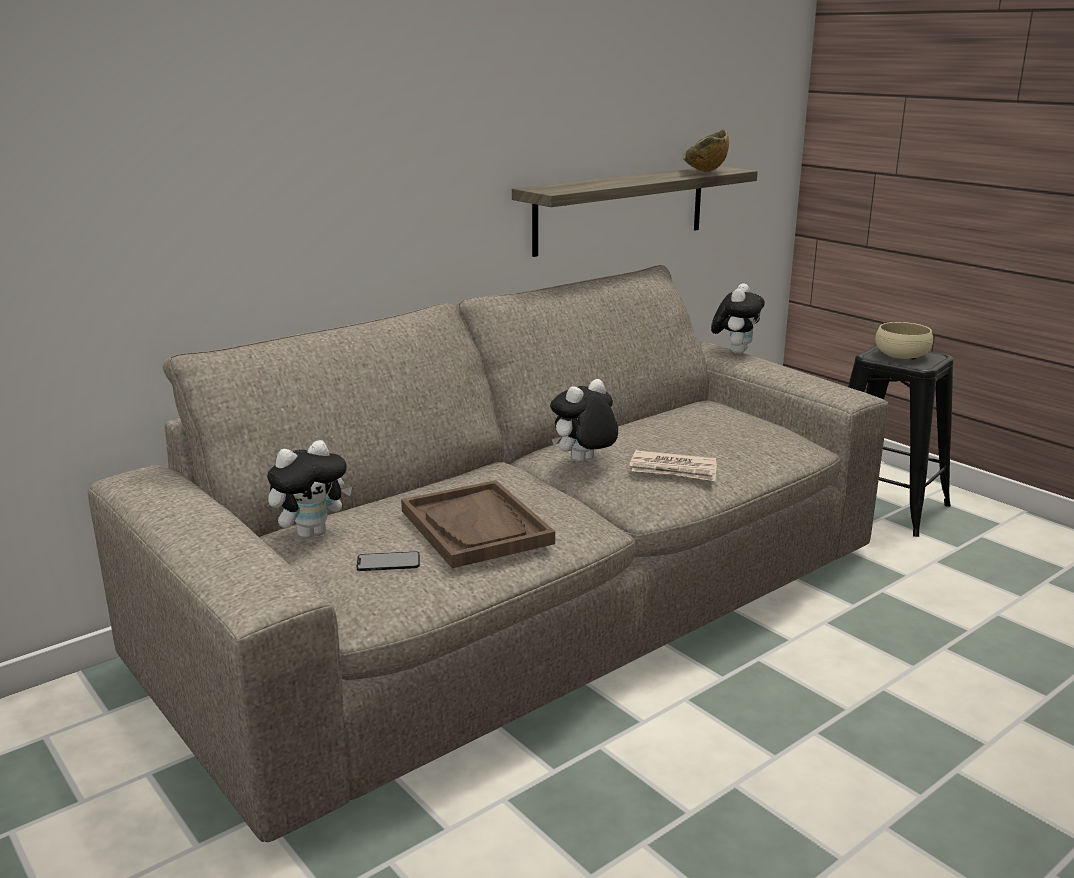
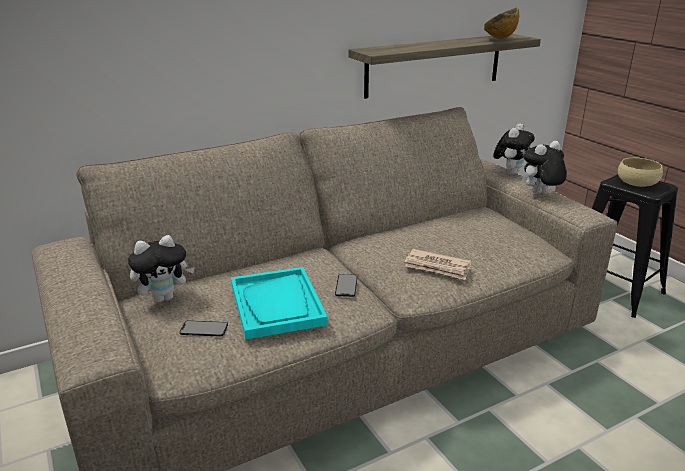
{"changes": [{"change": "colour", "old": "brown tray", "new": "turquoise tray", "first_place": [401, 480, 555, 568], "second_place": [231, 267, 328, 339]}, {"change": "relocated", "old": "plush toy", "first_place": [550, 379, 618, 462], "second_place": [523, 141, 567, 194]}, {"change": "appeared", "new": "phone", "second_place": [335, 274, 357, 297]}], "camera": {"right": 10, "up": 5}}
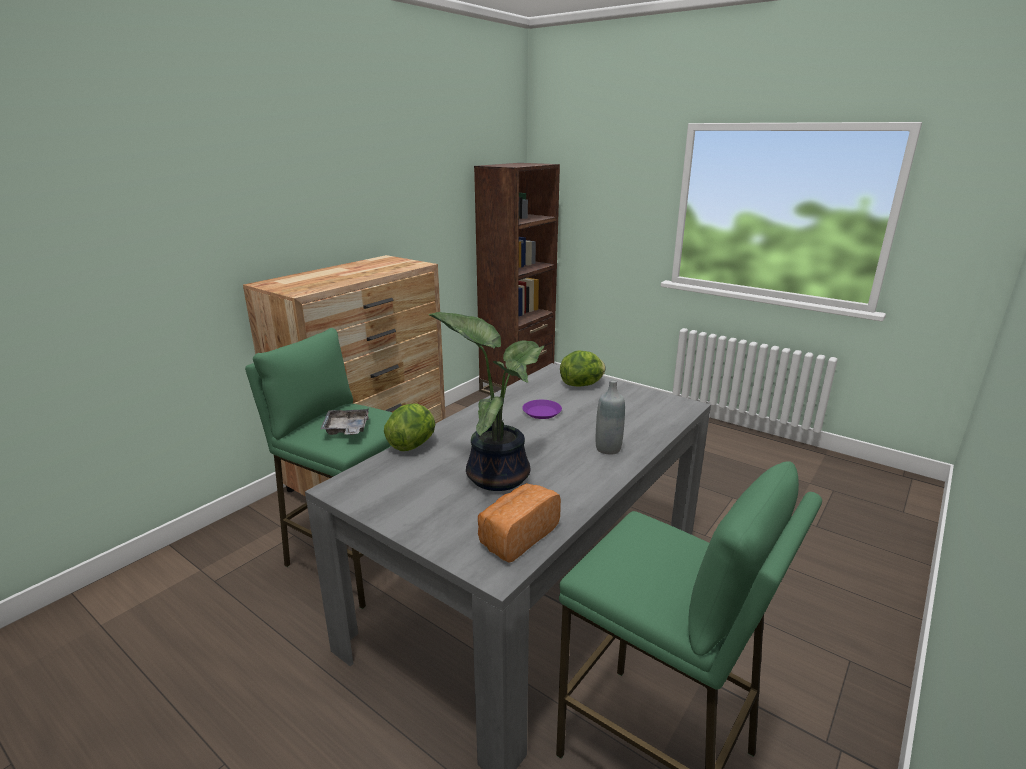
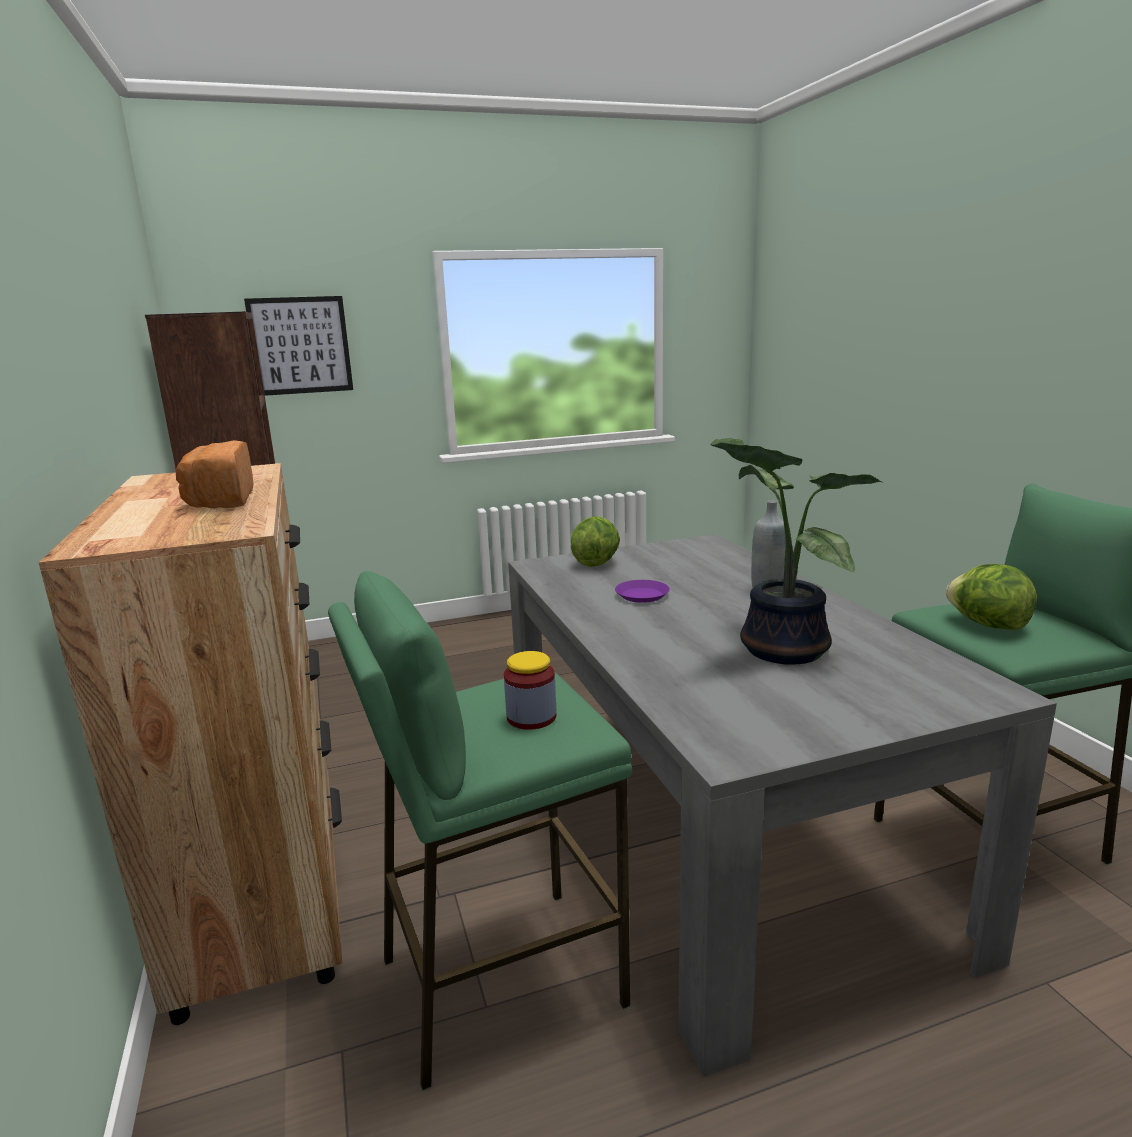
{"changes": [{"change": "exchanged", "old": "grey tray", "new": "jar", "first_place": [320, 406, 369, 435], "second_place": [504, 651, 556, 730]}, {"change": "relocated", "old": "lettuce", "first_place": [384, 403, 435, 451], "second_place": [946, 564, 1037, 630]}, {"change": "relocated", "old": "bread", "first_place": [478, 483, 561, 563], "second_place": [176, 440, 254, 509]}, {"change": "appeared", "new": "picture", "second_place": [244, 296, 353, 396]}], "camera": {"right": -55, "up": -5}}
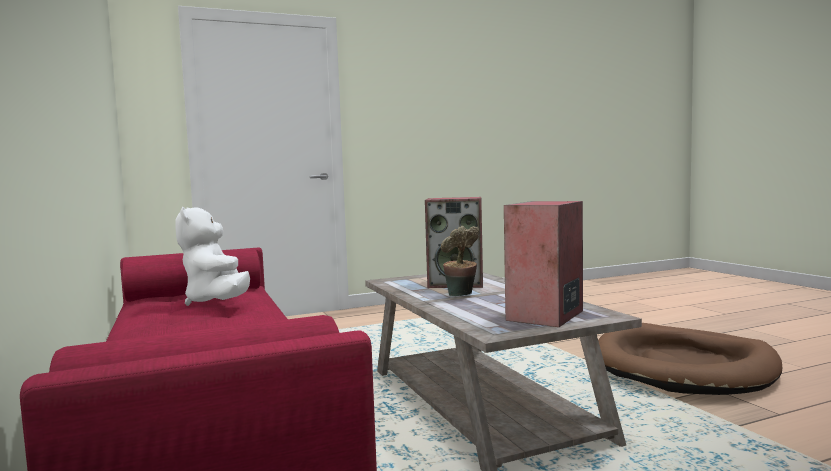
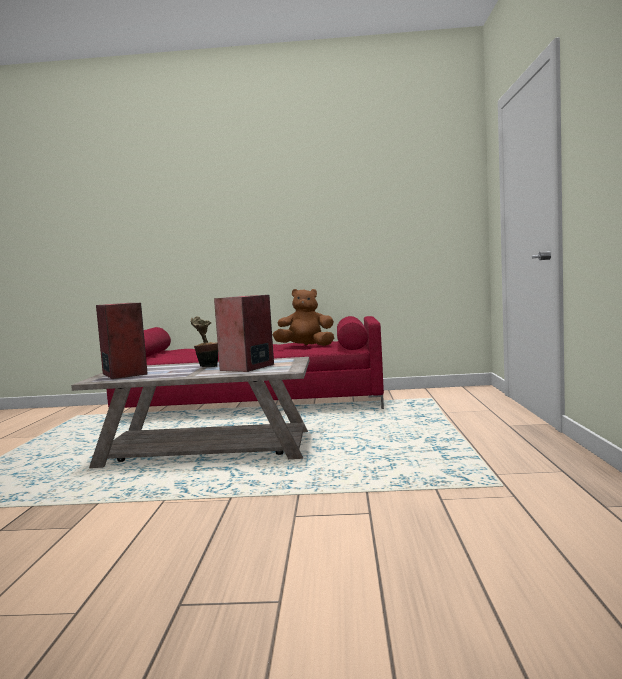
{"changes": [{"change": "colour", "old": "white plush toy", "new": "brown plush toy", "first_place": [175, 207, 250, 306], "second_place": [272, 289, 334, 346]}, {"change": "missing", "old": "brown dog bed", "first_place": [598, 323, 782, 395]}], "camera": {"right": 115, "up": 0}}
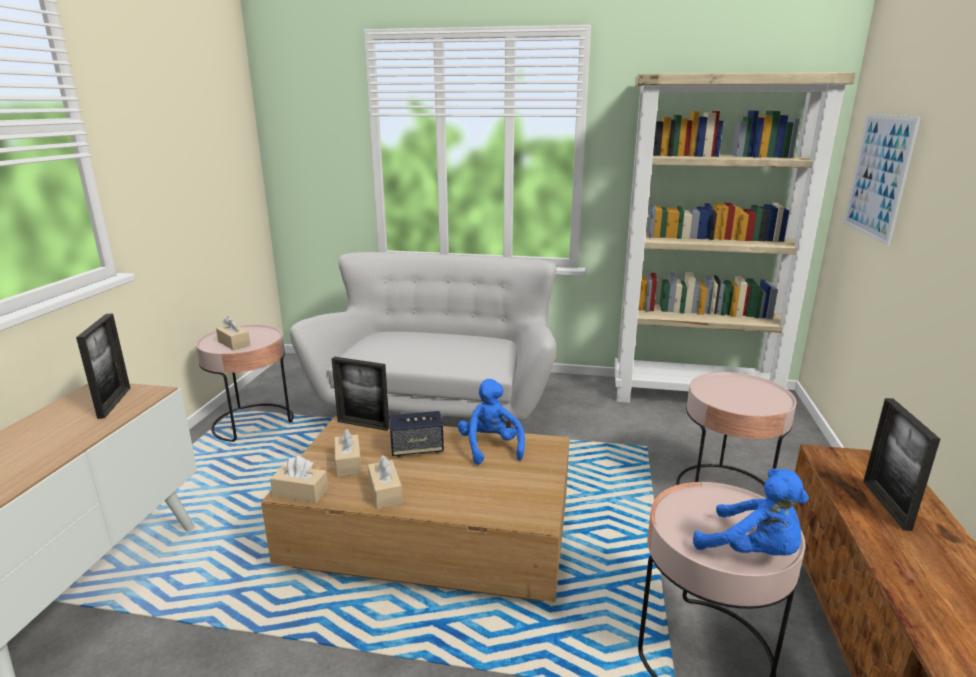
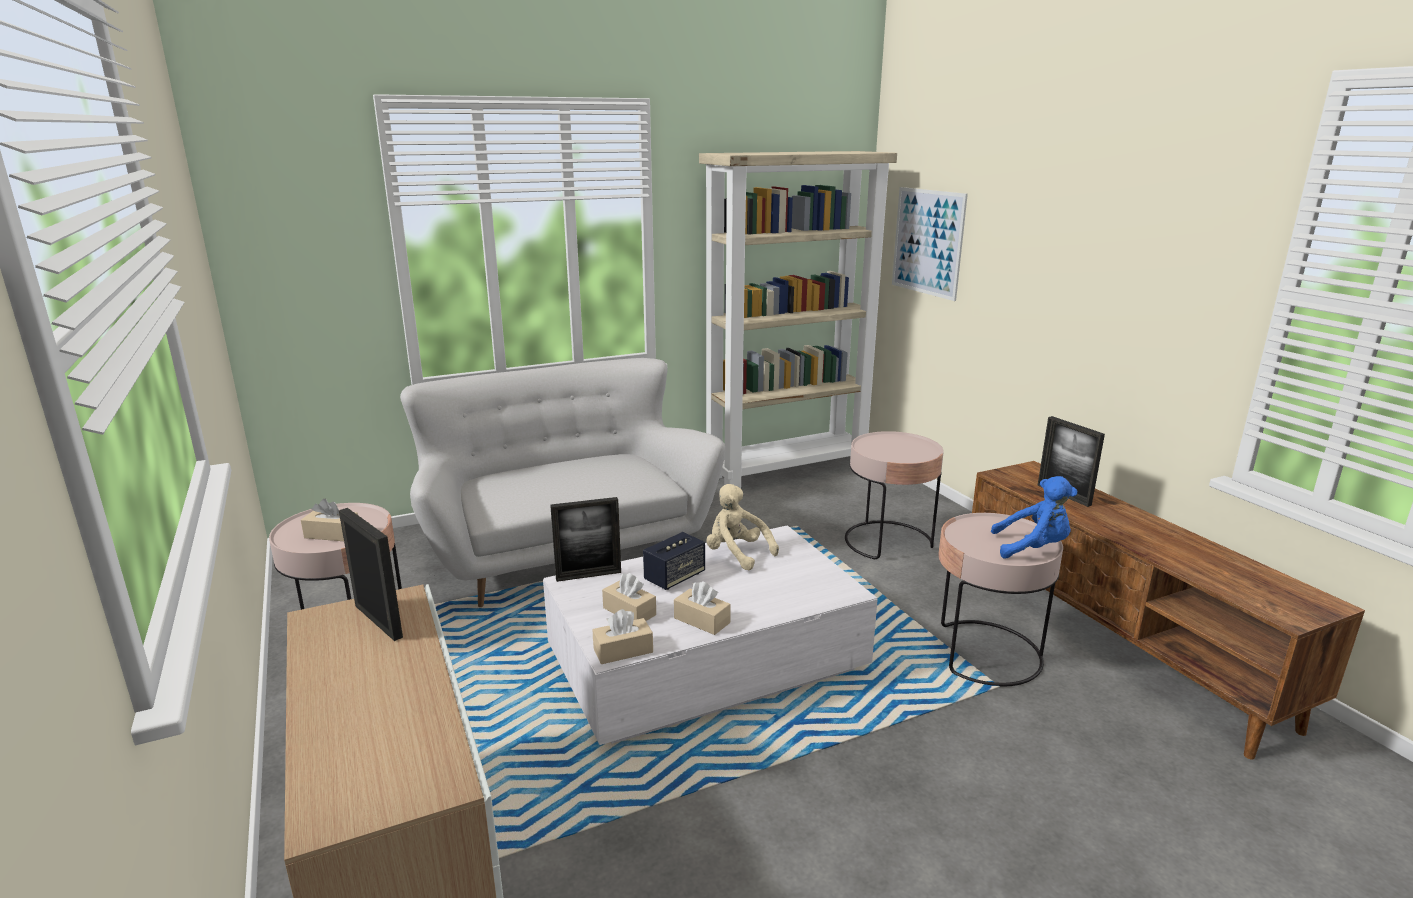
{"changes": [{"change": "colour", "old": "brown coffee table", "new": "white coffee table", "first_place": [261, 416, 569, 602], "second_place": [543, 525, 878, 745]}, {"change": "colour", "old": "blue plush toy", "new": "beige plush toy", "first_place": [458, 379, 525, 465], "second_place": [706, 484, 779, 570]}], "camera": {"right": -35, "up": 0}}
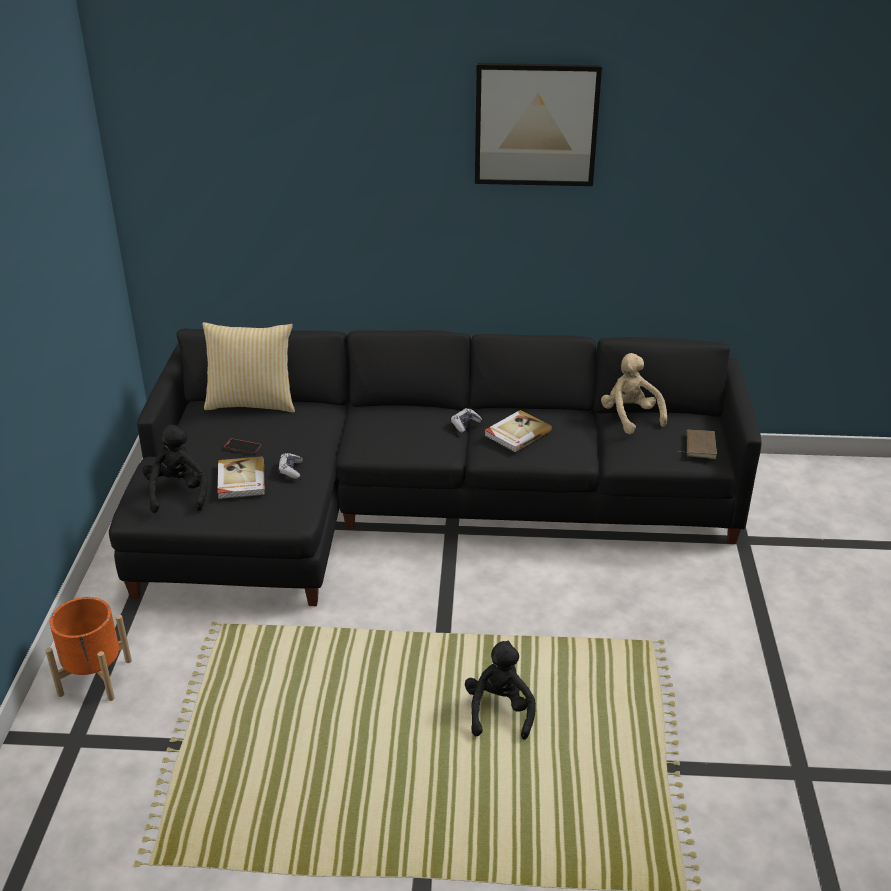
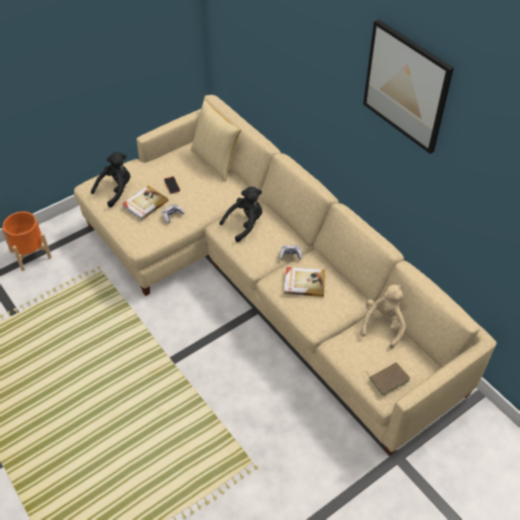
{"changes": [{"change": "colour", "old": "black sofa", "new": "beige sofa", "first_place": [109, 328, 762, 606], "second_place": [74, 95, 497, 456]}, {"change": "relocated", "old": "black plush toy", "first_place": [465, 641, 536, 740], "second_place": [220, 187, 262, 242]}], "camera": {"right": 50, "up": 15}}
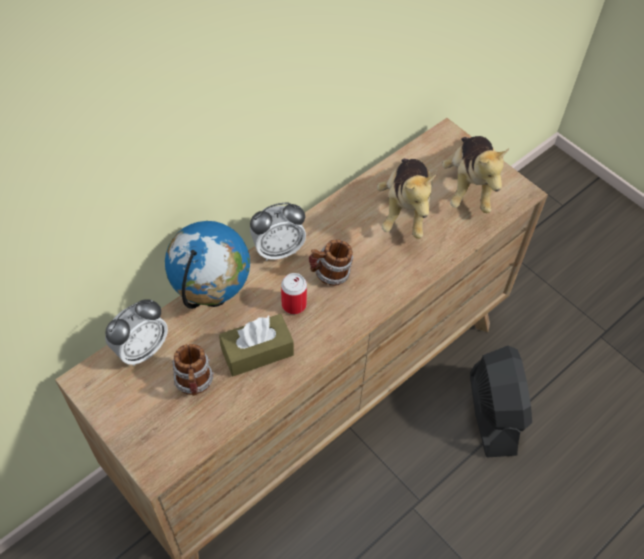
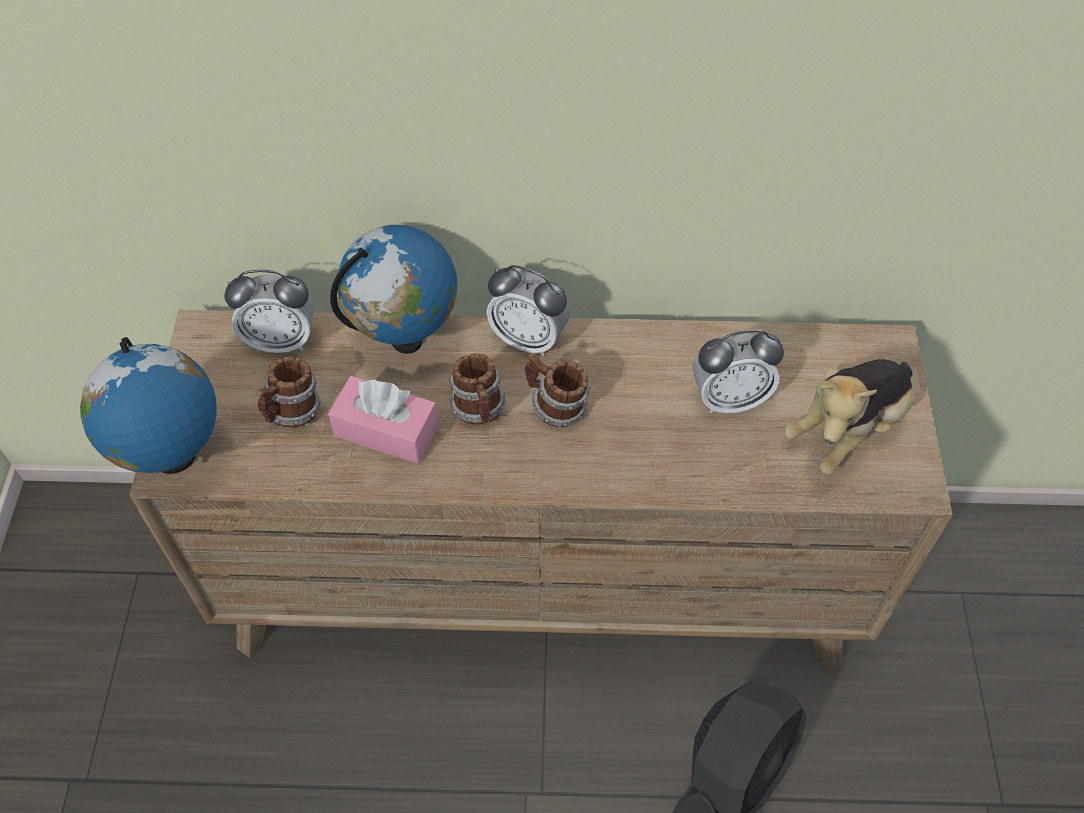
{"changes": [{"change": "colour", "old": "brown tissue box", "new": "pink tissue box", "first_place": [219, 314, 294, 376], "second_place": [328, 376, 439, 464]}, {"change": "exchanged", "old": "can", "new": "mug", "first_place": [281, 273, 307, 314], "second_place": [449, 353, 505, 425]}, {"change": "exchanged", "old": "plush toy", "new": "alarm clock", "first_place": [377, 159, 436, 239], "second_place": [693, 330, 784, 414]}, {"change": "appeared", "new": "globe", "second_place": [80, 337, 217, 474]}], "camera": {"right": 45, "up": 0}}
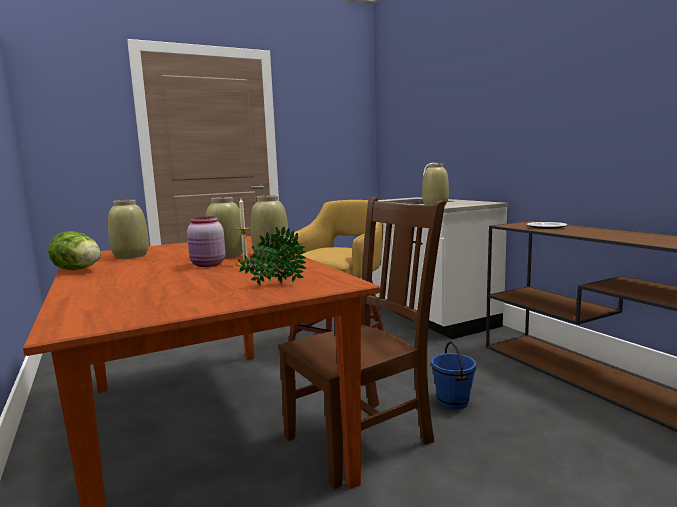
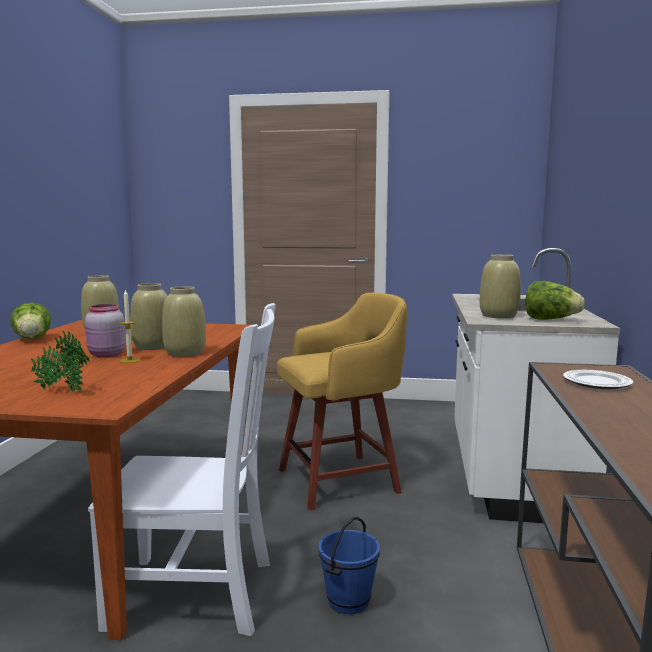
{"changes": [{"change": "colour", "old": "brown chair", "new": "white chair", "first_place": [278, 197, 445, 489], "second_place": [88, 303, 276, 636]}, {"change": "appeared", "new": "lettuce", "second_place": [525, 281, 585, 320]}], "camera": {"right": 35, "up": 0}}
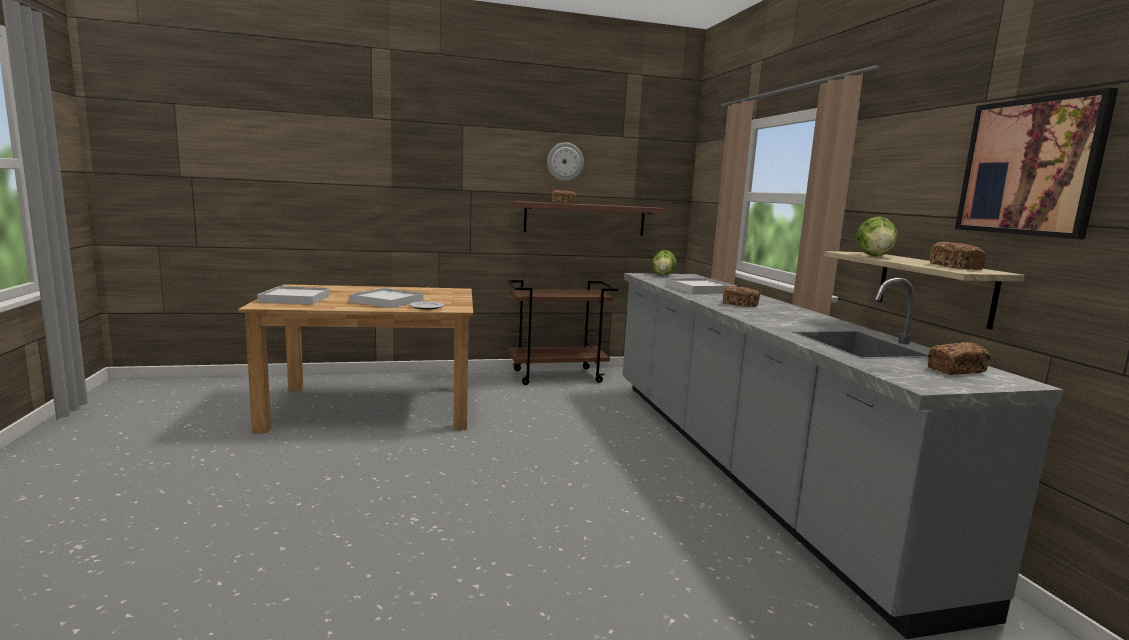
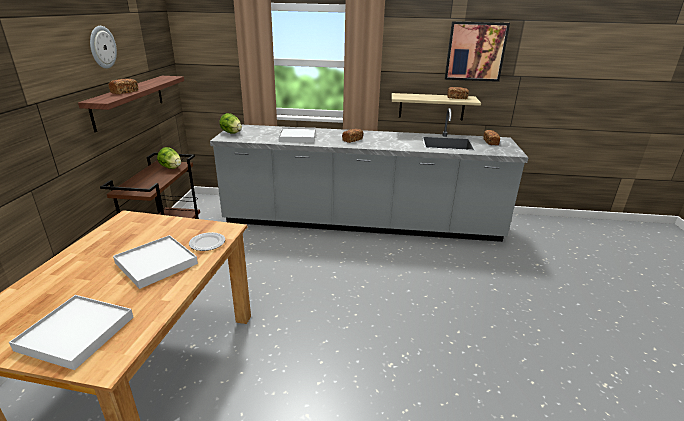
{"changes": [{"change": "relocated", "old": "lettuce", "first_place": [856, 216, 898, 257], "second_place": [157, 147, 181, 169]}], "camera": {"right": -70, "up": 15}}
